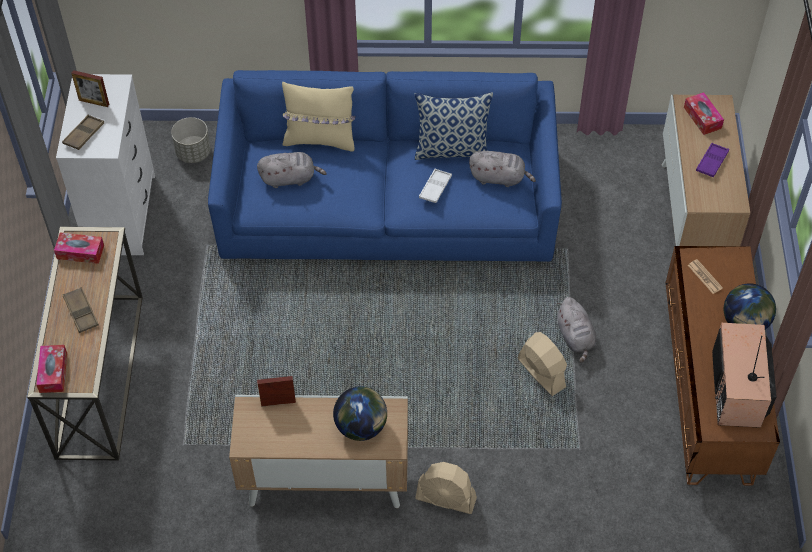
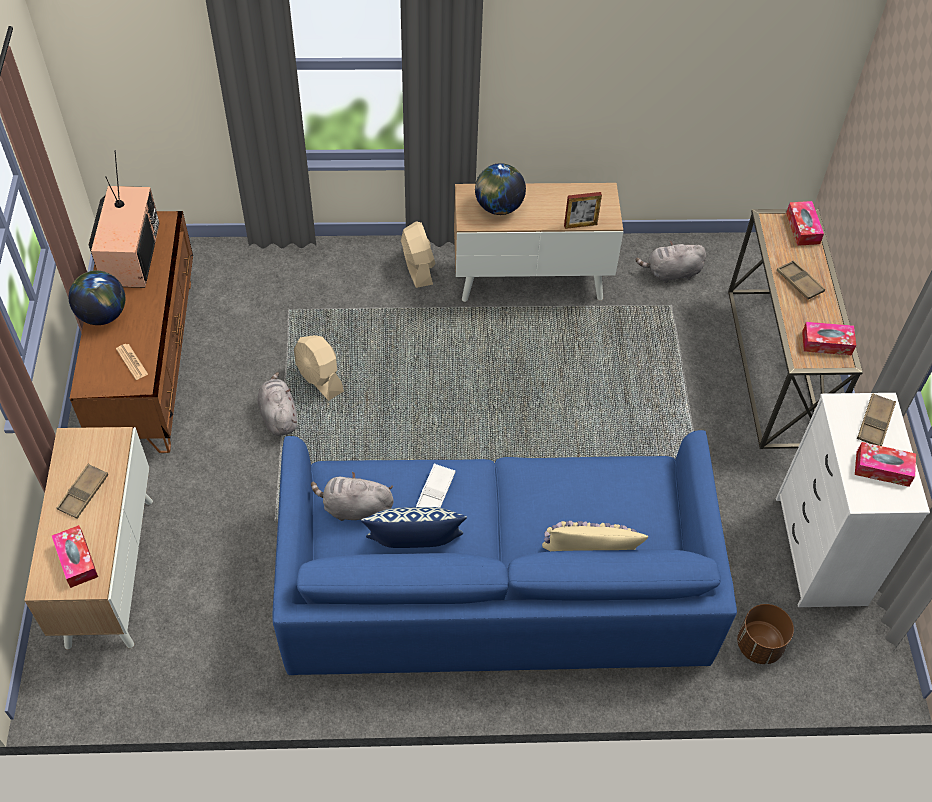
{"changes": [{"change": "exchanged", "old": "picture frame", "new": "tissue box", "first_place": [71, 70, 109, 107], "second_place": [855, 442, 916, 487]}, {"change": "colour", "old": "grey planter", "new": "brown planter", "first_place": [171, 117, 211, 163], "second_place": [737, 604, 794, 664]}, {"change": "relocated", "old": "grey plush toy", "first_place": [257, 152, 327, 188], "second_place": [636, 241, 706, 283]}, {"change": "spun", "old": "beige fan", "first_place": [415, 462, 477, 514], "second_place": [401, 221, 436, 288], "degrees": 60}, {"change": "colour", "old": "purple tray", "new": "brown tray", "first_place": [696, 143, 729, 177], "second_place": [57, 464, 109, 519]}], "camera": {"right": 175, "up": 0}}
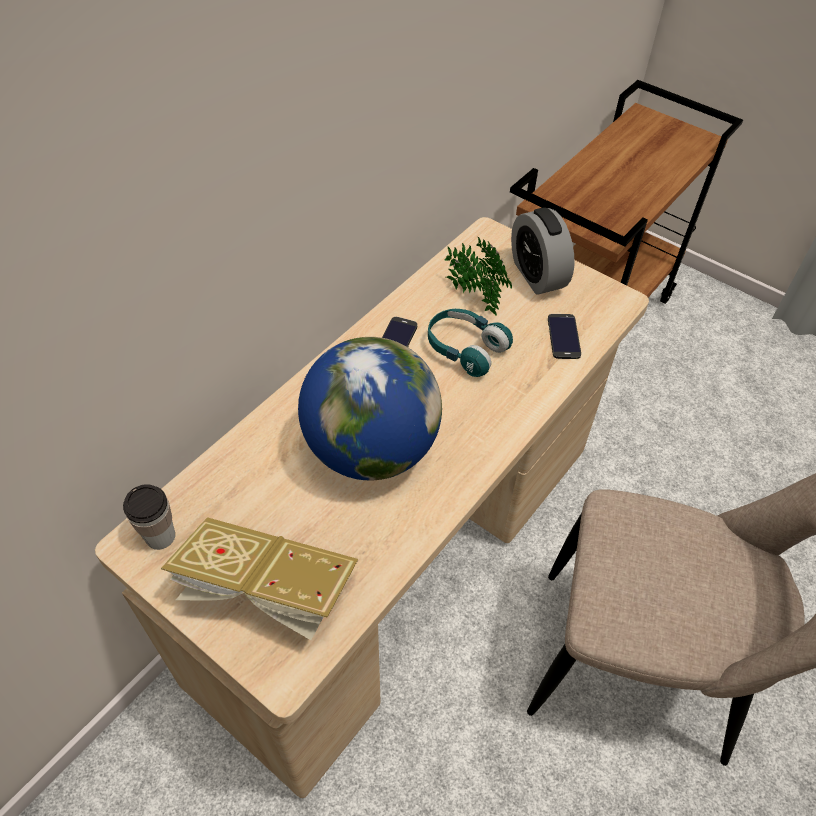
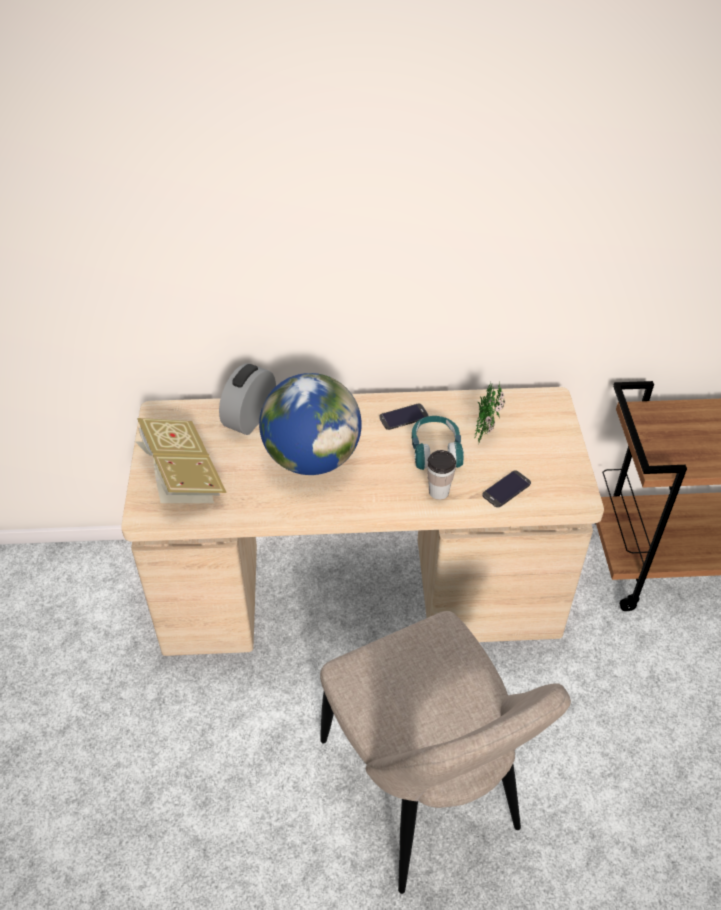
{"changes": [{"change": "relocated", "old": "cup", "first_place": [123, 484, 175, 550], "second_place": [427, 450, 456, 500]}, {"change": "relocated", "old": "alarm clock", "first_place": [511, 207, 574, 295], "second_place": [219, 363, 276, 435]}], "camera": {"right": 50, "up": -5}}
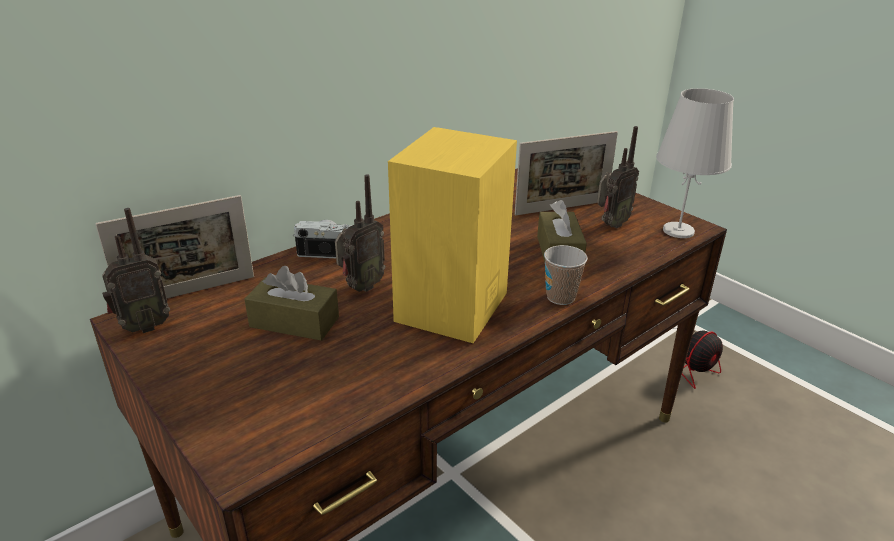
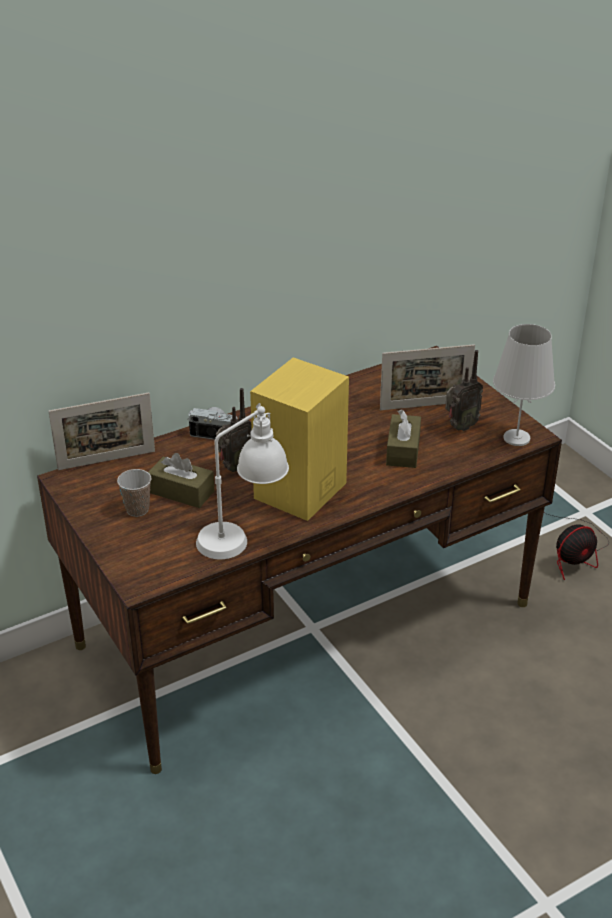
{"changes": [{"change": "missing", "old": "radio", "first_place": [102, 208, 170, 333]}, {"change": "relocated", "old": "cup", "first_place": [544, 245, 588, 305], "second_place": [117, 469, 151, 517]}, {"change": "appeared", "new": "white table lamp", "second_place": [196, 403, 289, 559]}], "camera": {"right": 10, "up": 5}}
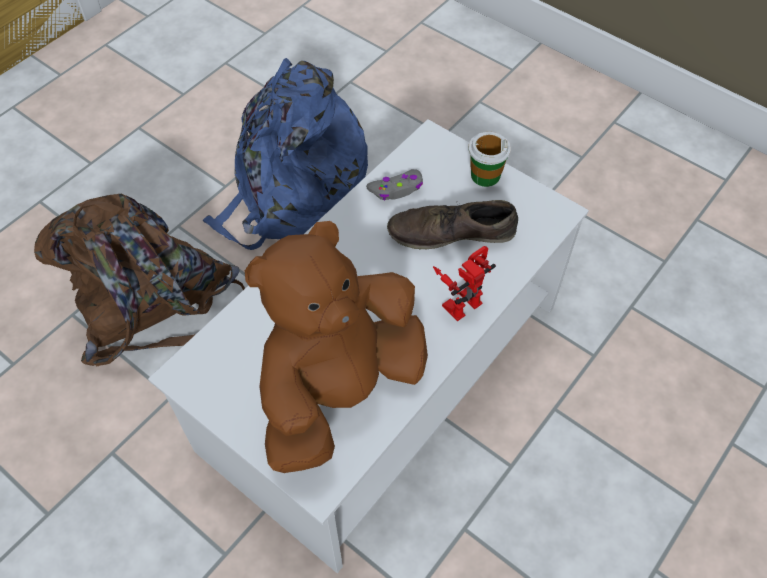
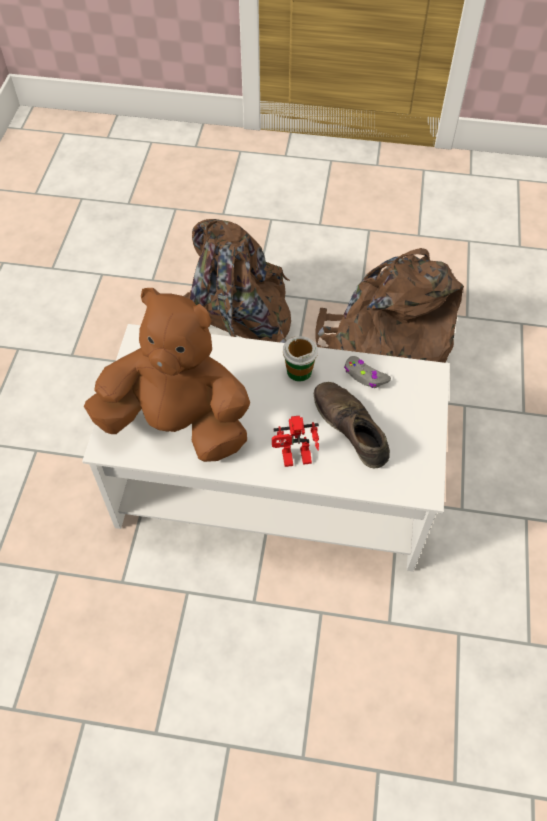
{"changes": [{"change": "colour", "old": "blue backpack", "new": "brown backpack", "first_place": [203, 58, 368, 250], "second_place": [315, 248, 464, 363]}, {"change": "spun", "old": "toy robot", "first_place": [433, 246, 496, 321], "second_place": [272, 416, 319, 467], "degrees": 150}, {"change": "relocated", "old": "cup", "first_place": [468, 132, 511, 187], "second_place": [282, 336, 318, 382]}], "camera": {"right": 60, "up": 0}}
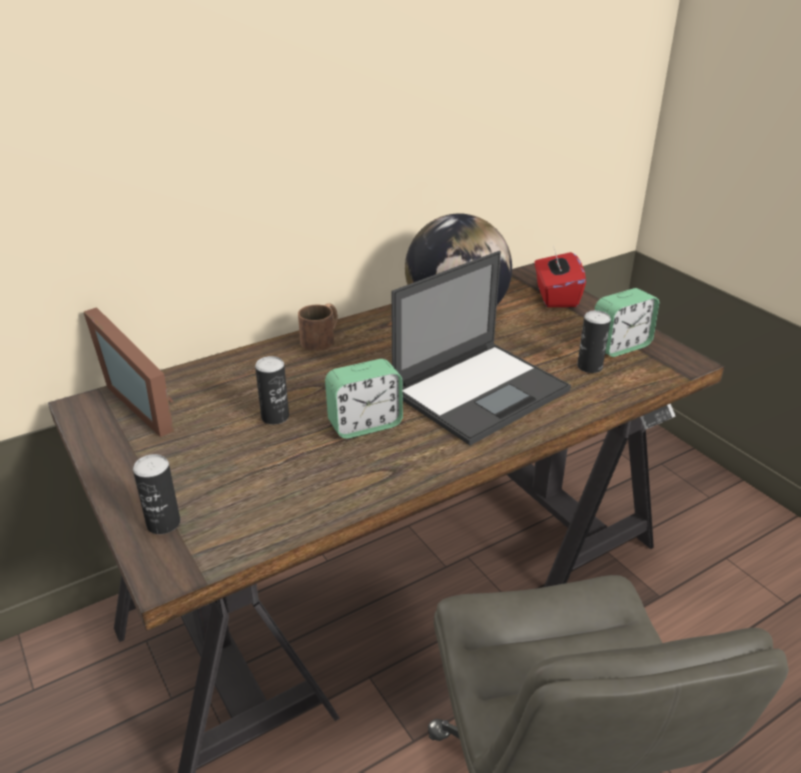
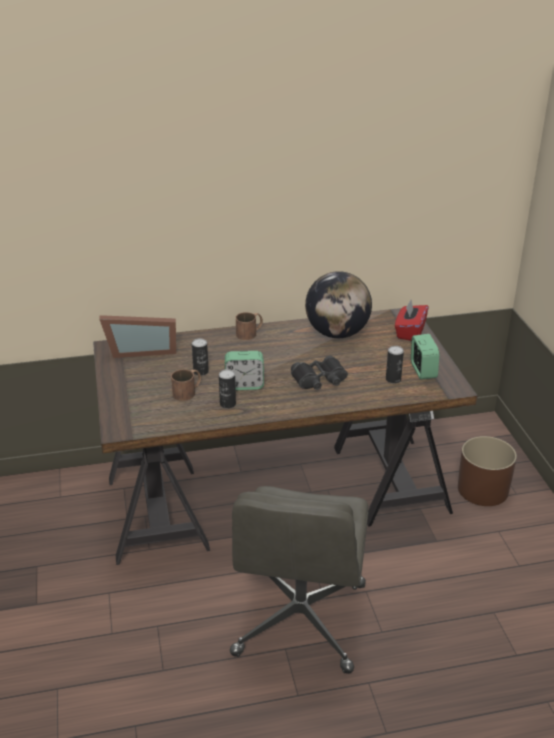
{"changes": [{"change": "spun", "old": "picture frame", "first_place": [84, 307, 174, 437], "second_place": [99, 315, 176, 358], "degrees": -75}, {"change": "relocated", "old": "can", "first_place": [133, 454, 180, 534], "second_place": [219, 369, 236, 409]}, {"change": "exchanged", "old": "laptop", "new": "black binoculars", "first_place": [391, 251, 571, 446], "second_place": [291, 356, 348, 390]}, {"change": "spun", "old": "alarm clock", "first_place": [595, 288, 659, 357], "second_place": [411, 334, 439, 379], "degrees": -90}, {"change": "appeared", "new": "brown mug", "second_place": [171, 369, 201, 401]}, {"change": "appeared", "new": "brown planter", "second_place": [458, 436, 517, 506]}], "camera": {"right": 20, "up": 0}}
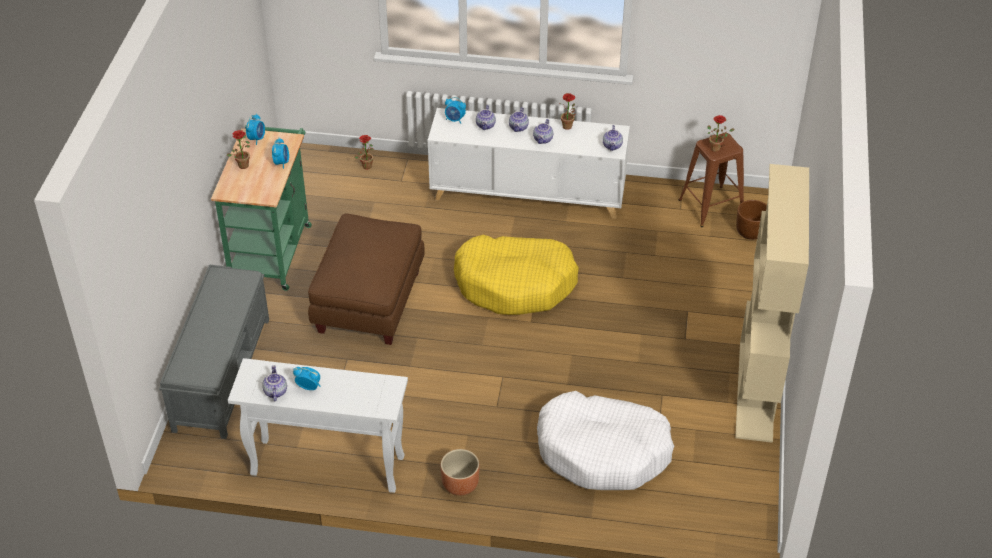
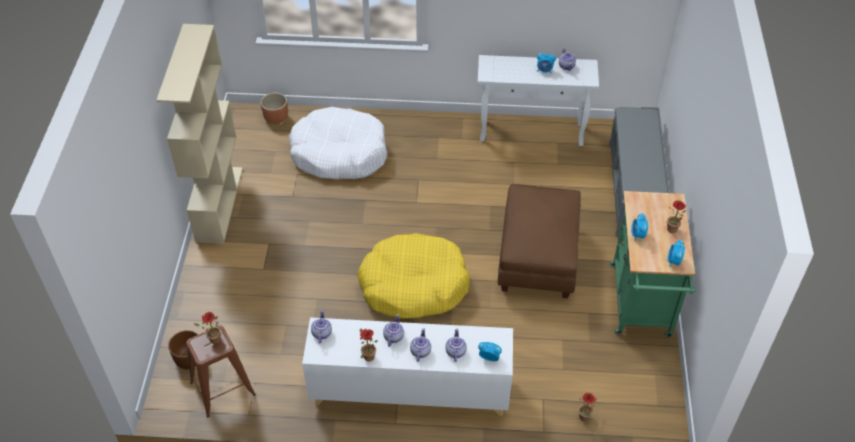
{"changes": [{"change": "relocated", "old": "brown planter", "first_place": [440, 449, 480, 495], "second_place": [261, 93, 288, 124]}], "camera": {"right": 175, "up": 5}}
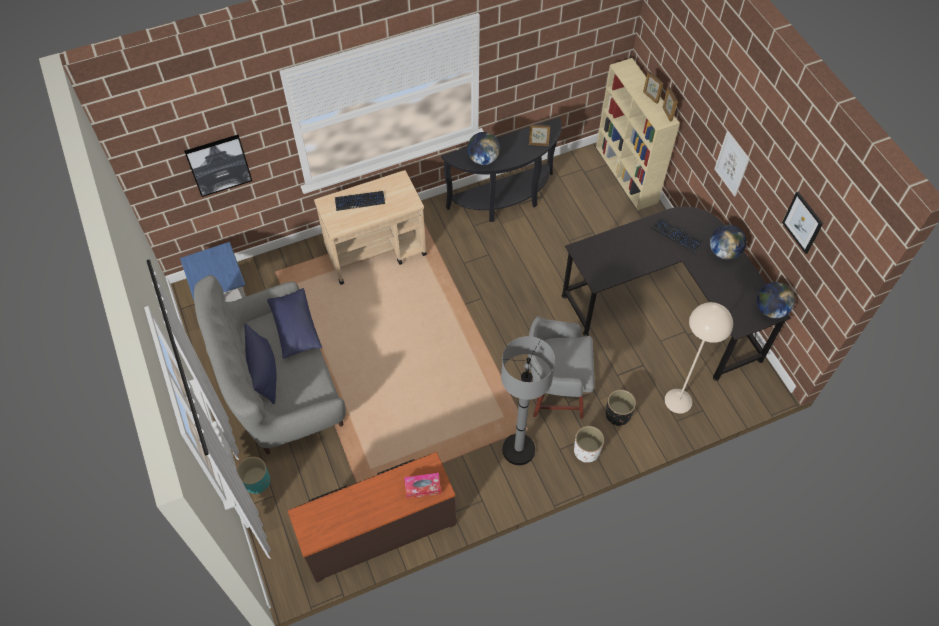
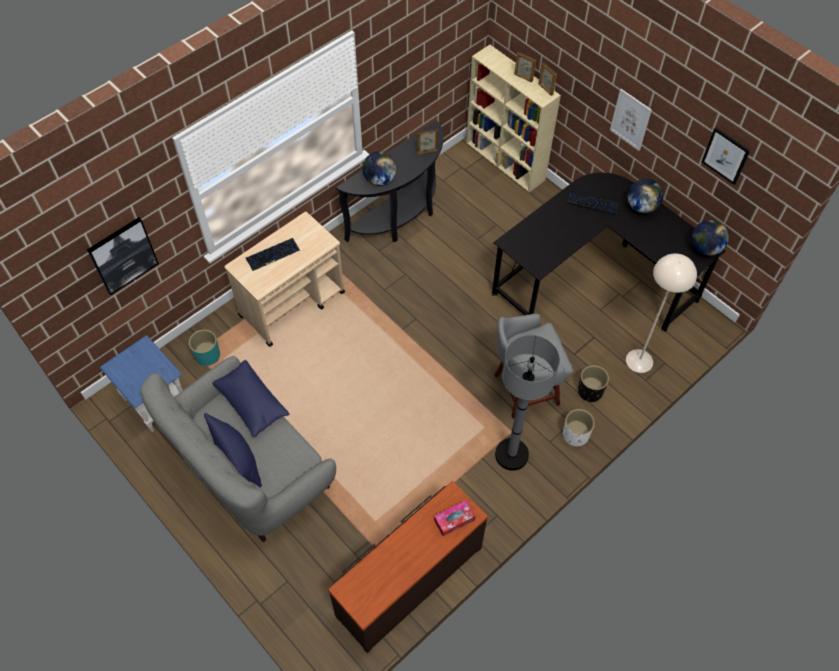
{"changes": [{"change": "relocated", "old": "turquoise planter", "first_place": [237, 457, 270, 494], "second_place": [189, 330, 220, 366]}], "camera": {"right": -20, "up": 0}}
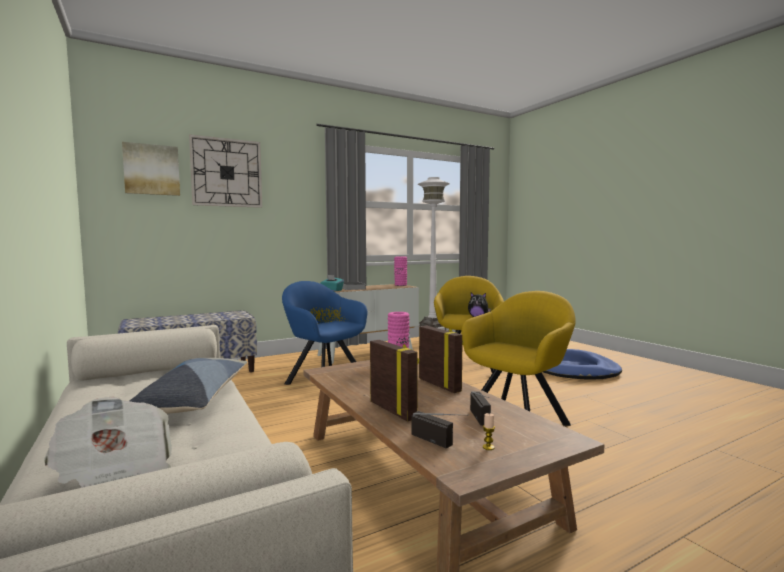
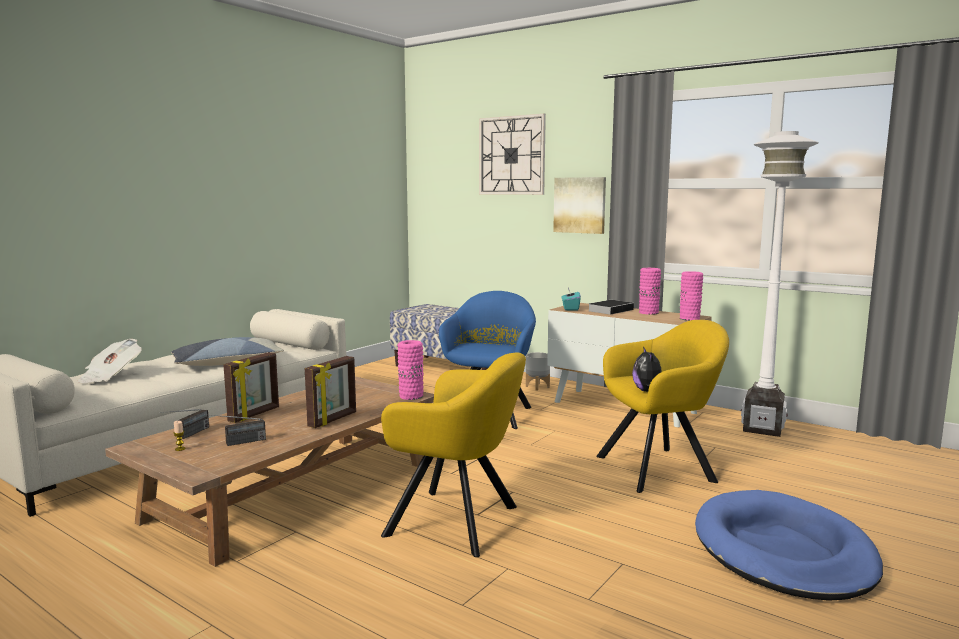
{"changes": [{"change": "relocated", "old": "picture", "first_place": [122, 142, 180, 196], "second_place": [553, 177, 606, 234]}, {"change": "appeared", "new": "grey planter", "second_place": [526, 352, 550, 390]}, {"change": "appeared", "new": "pink vase", "second_place": [639, 268, 661, 315]}], "camera": {"right": 65, "up": 5}}
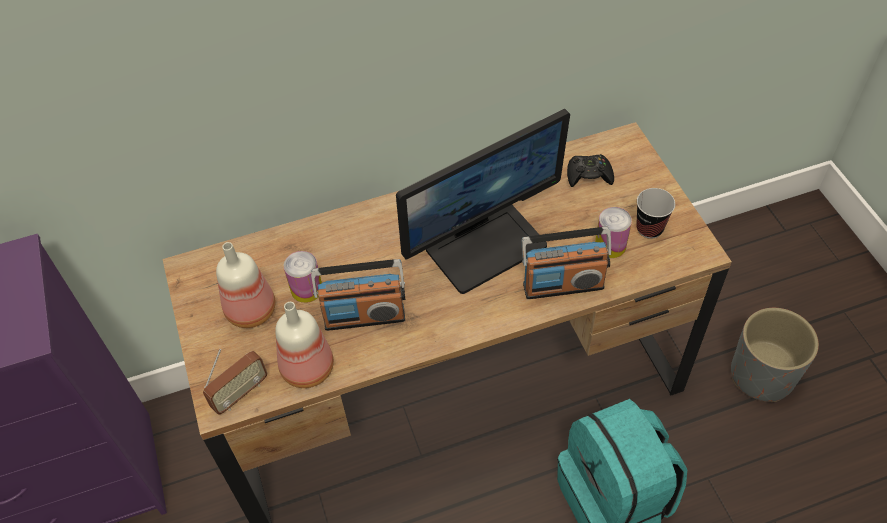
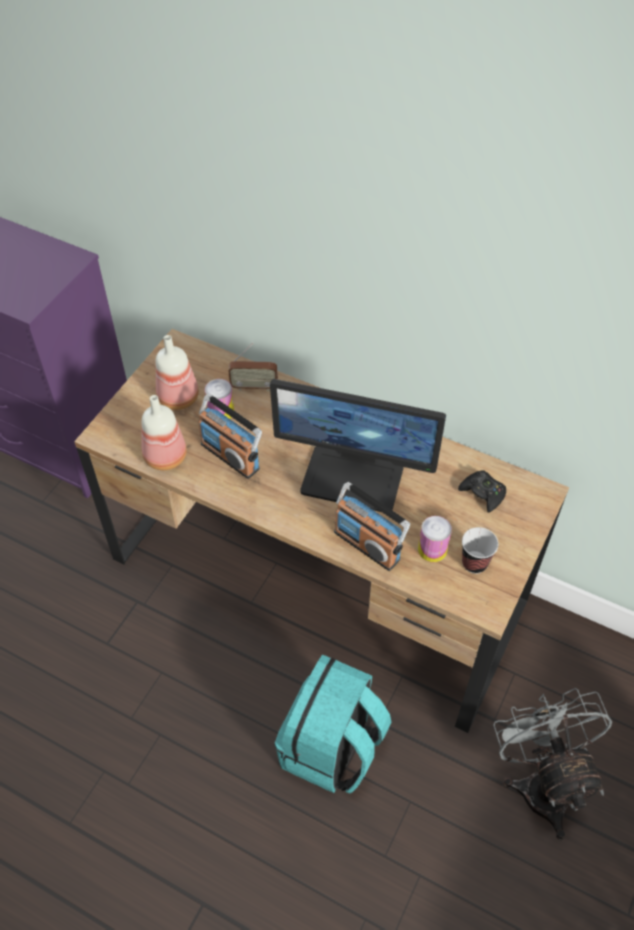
{"changes": [{"change": "relocated", "old": "radio", "first_place": [203, 349, 267, 415], "second_place": [228, 343, 278, 391]}, {"change": "exchanged", "old": "grey planter", "new": "grey fan", "first_place": [731, 308, 819, 402], "second_place": [493, 688, 612, 840]}], "camera": {"right": 45, "up": 0}}
